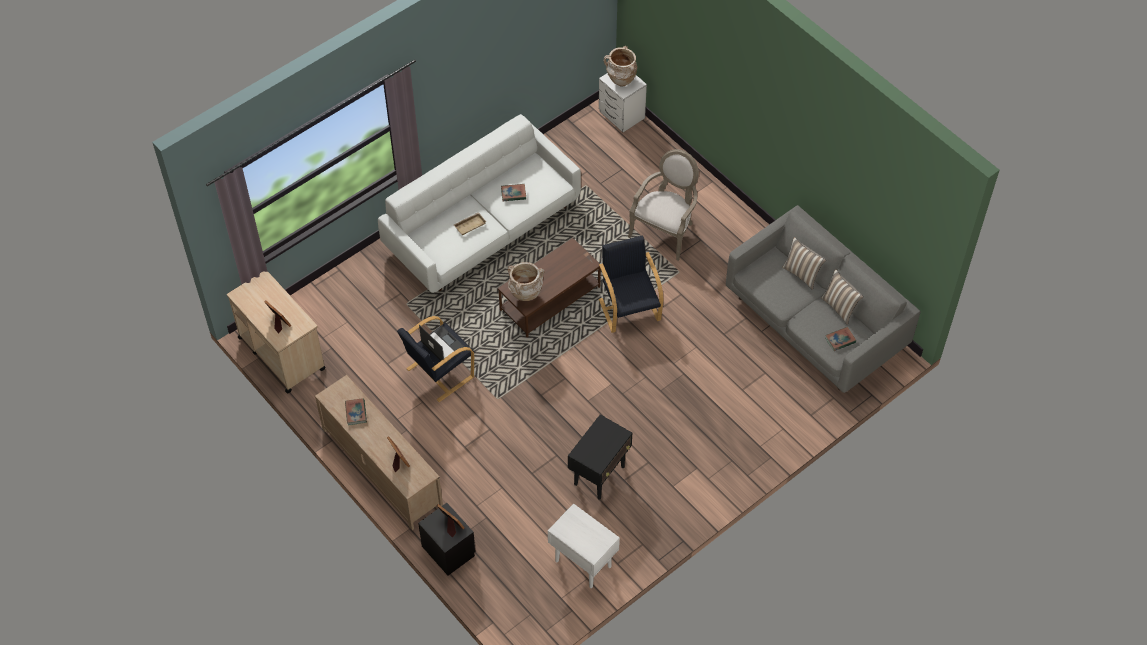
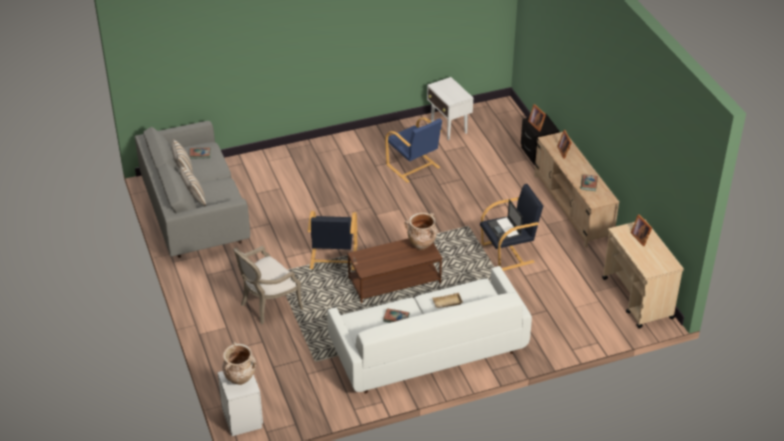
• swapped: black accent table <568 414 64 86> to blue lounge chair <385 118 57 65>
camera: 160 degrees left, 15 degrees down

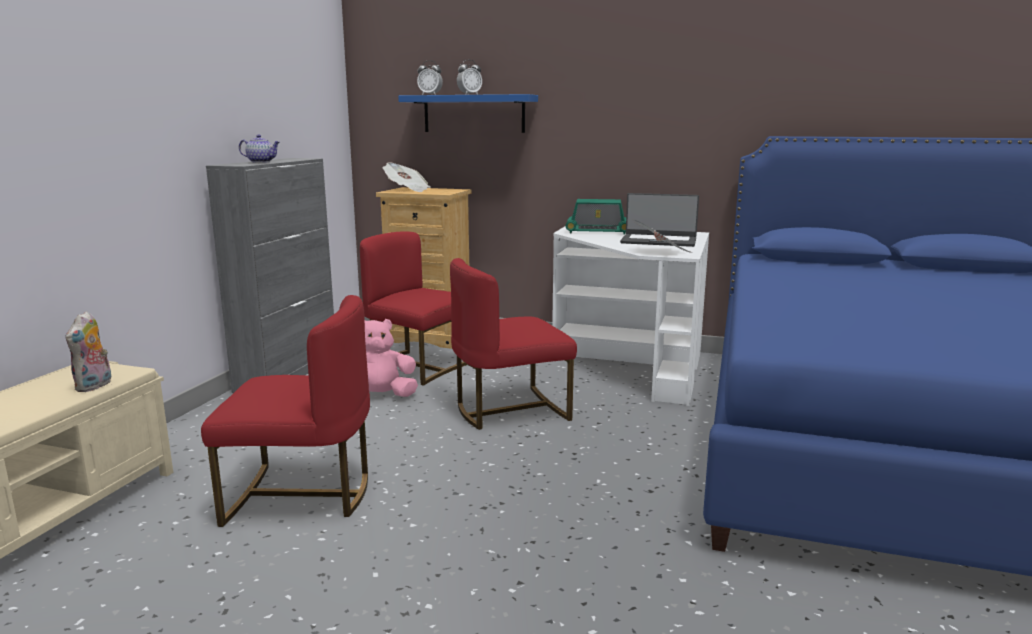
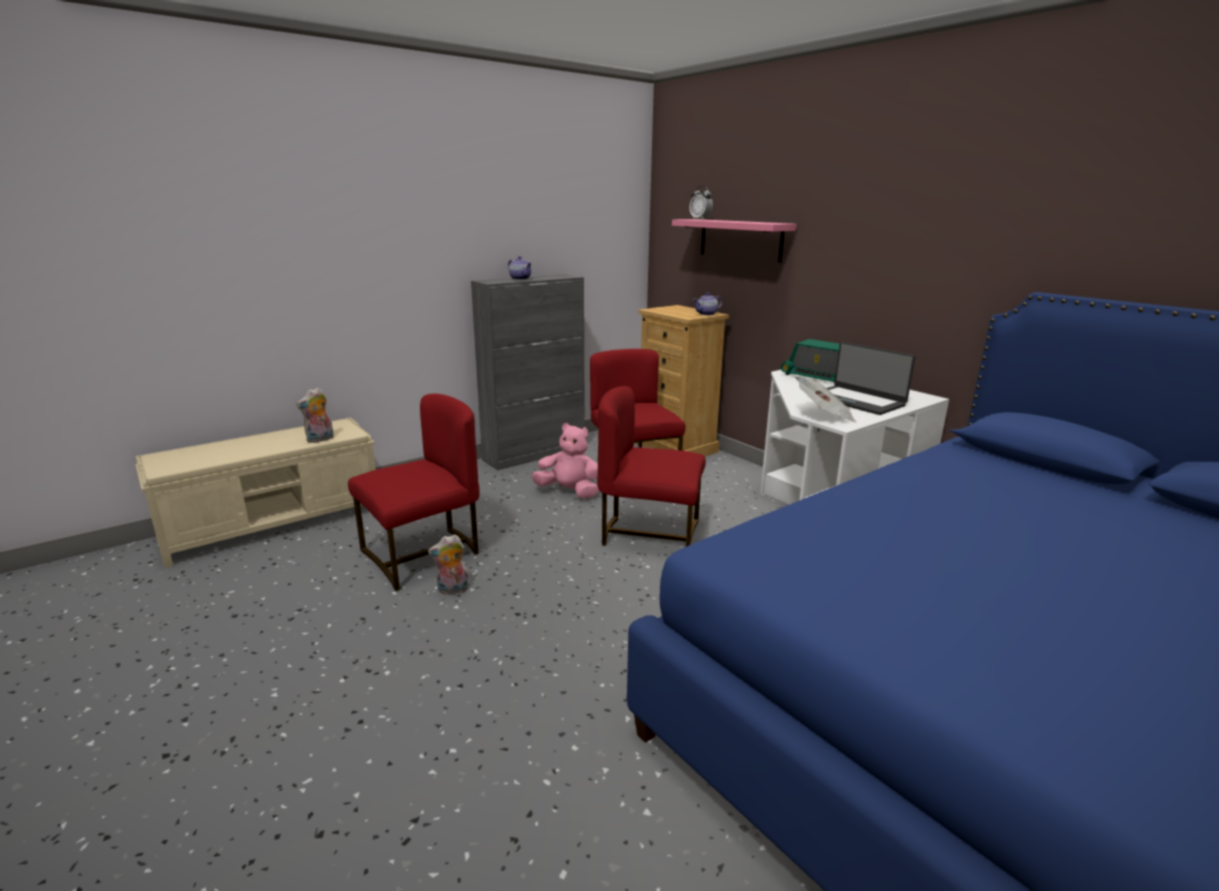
• rotated: red-coloured upright chair <201 295 169 232> = <348 394 132 197> 75 degrees counterclockwise
• gone: printed paper <383 162 48 30>
• repainted: blue shelf <398 94 140 39> to pink-coloured shelf <672 219 125 44>
• gone: bedside clock <457 60 25 35>
• new: plush toy <428 534 42 61>
• new: teapot <693 293 29 23>
camera: 35 degrees right, 5 degrees up

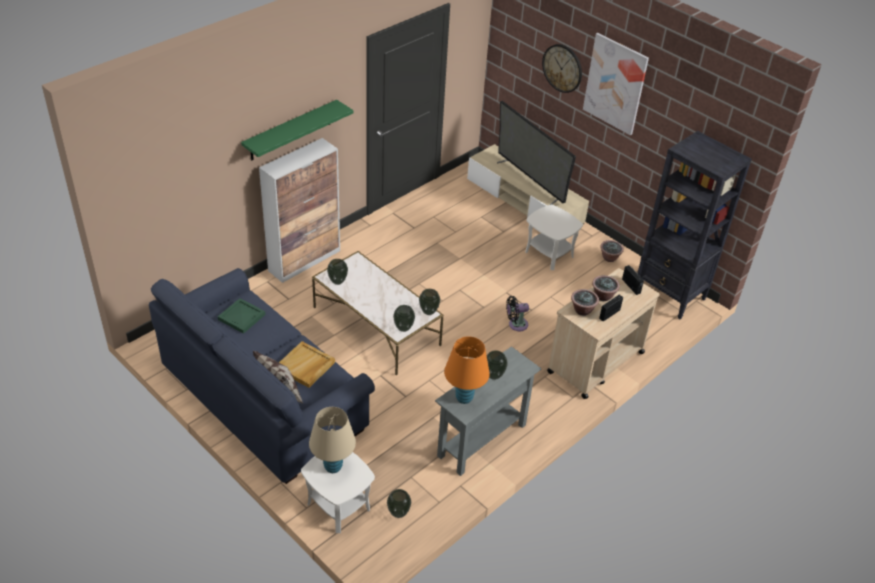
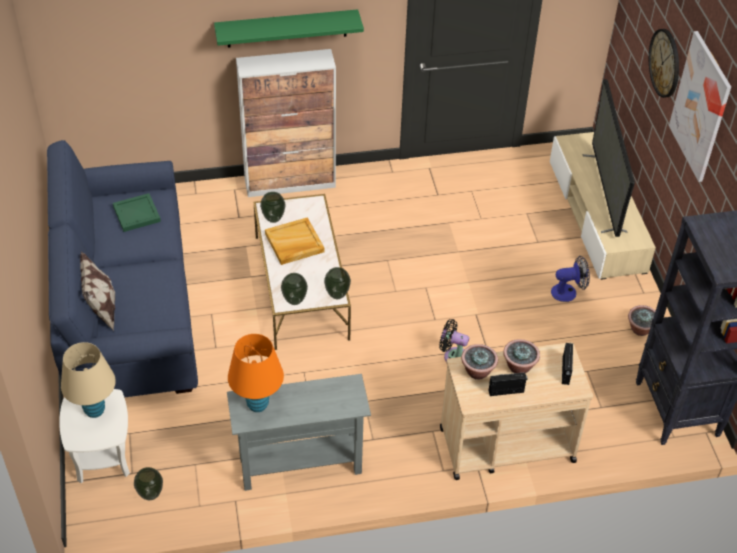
• shifted: sand-coloured carrying tray <279 341 56 47> to <265 217 60 48>
• gone: flower vase <487 350 21 30>
• swapped: white-coloured accent table <525 205 58 65> to cooling fan <551 256 39 46>
camera: 35 degrees right, 5 degrees up

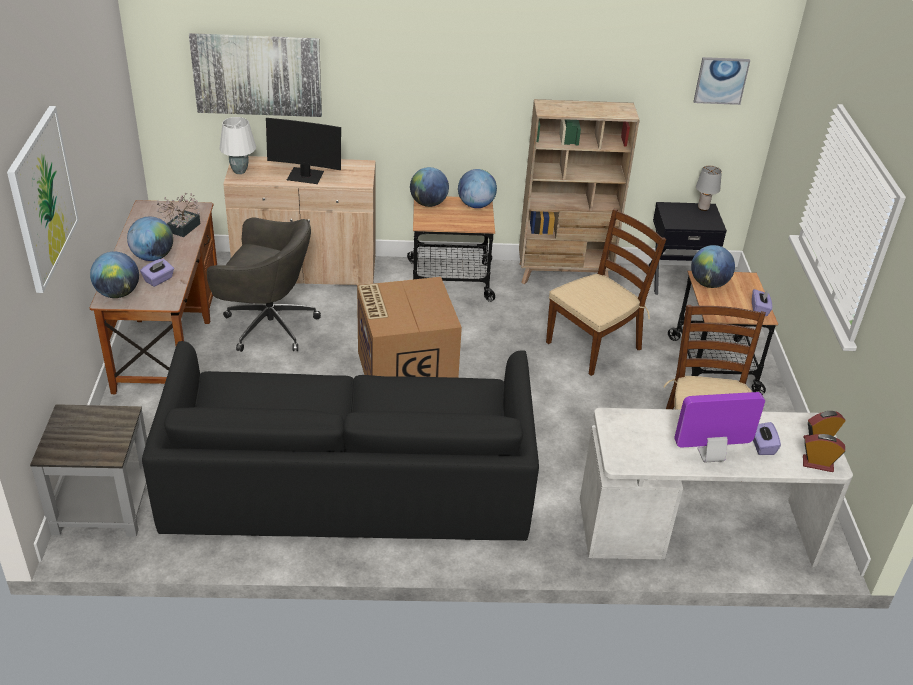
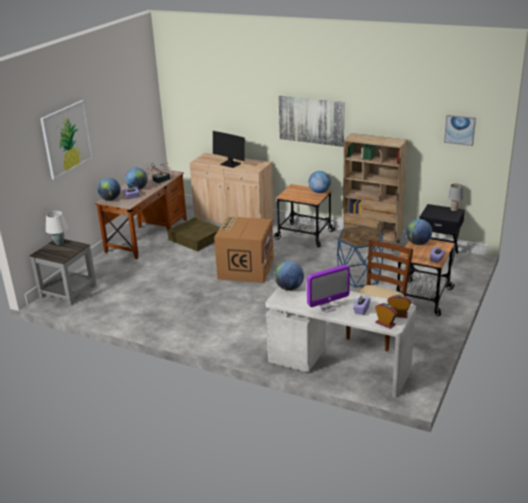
• gone: black settee <142 341 397 200>
• shifted: wall art <189 33 133 84> to <279 96 66 51>
• swapped: gray office chair <207 218 114 134> to brown-coloured storage container <167 218 53 34>
• shifted: white-coloured tabletop lamp <219 117 37 57> to <46 211 22 34>
• shifted: world globe <410 167 39 40> to <275 261 29 29>
• swapped: brown-coloured upright chair <546 209 120 167> to blue accent table <337 226 46 62>
• rotated: computer screen <674 392 91 70> = <307 265 43 48> 135 degrees clockwise
camera: 30 degrees right, 10 degrees down

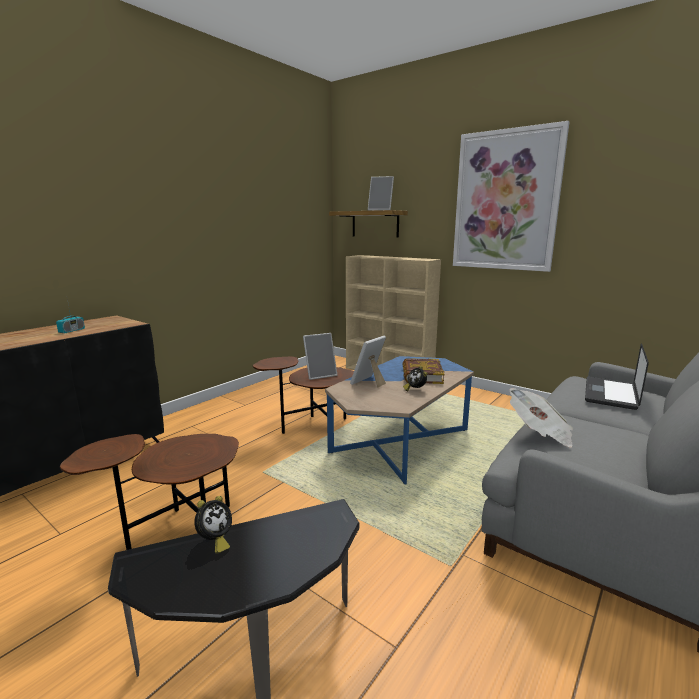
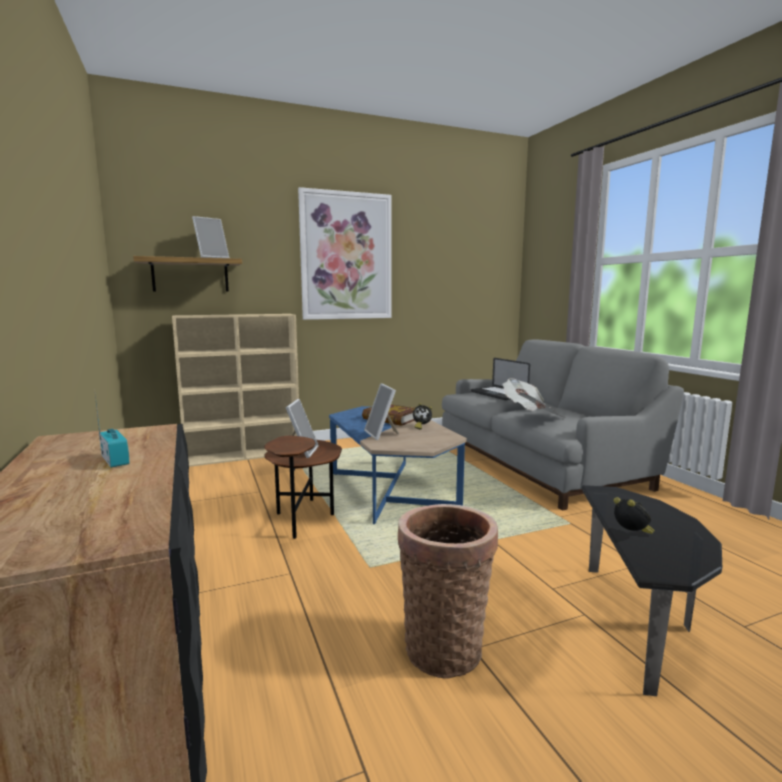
• swapped: brown-coloured accent table <60 434 179 116> to storage basket <398 504 100 175>
• new: printed paper <502 378 44 33>
camera: 60 degrees left, 5 degrees down

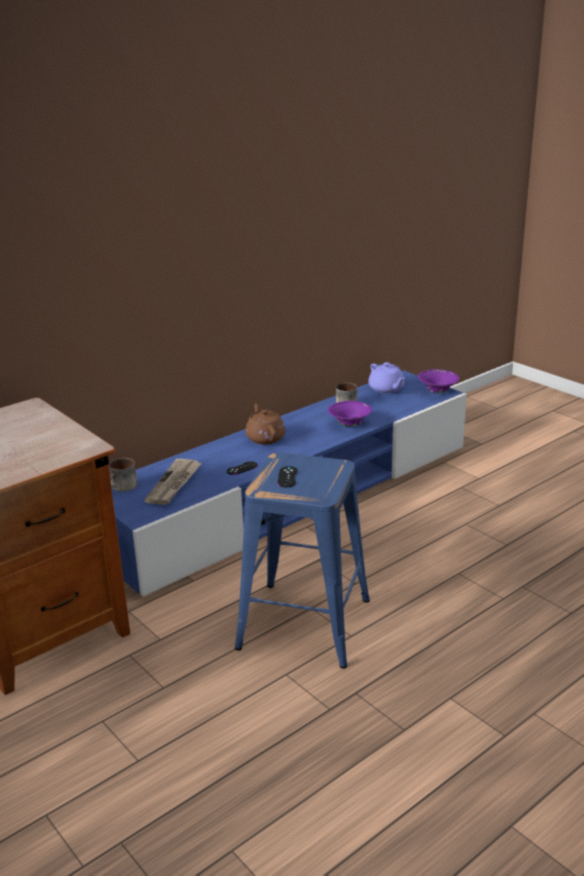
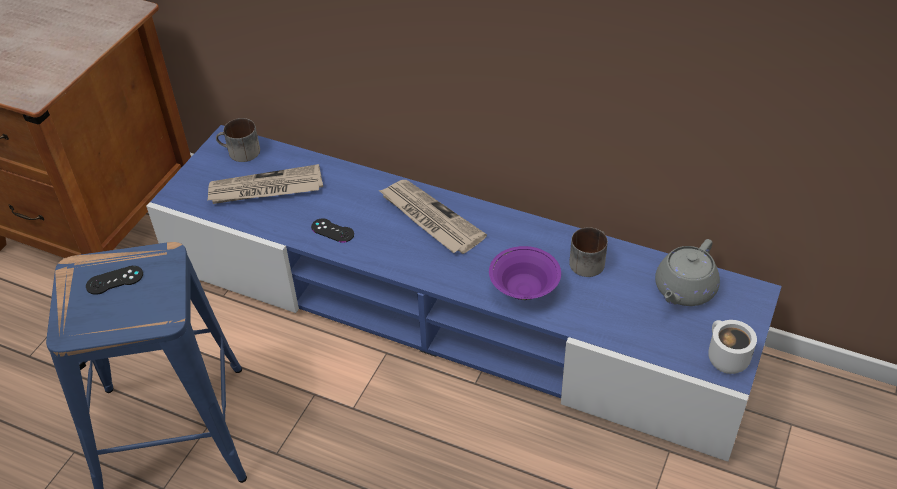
• swapped: brown-coloured teapot <246 404 39 41> to printed paper <379 180 108 74>
• repainted: purple teapot <368 362 37 32> to gray teapot <655 239 65 67>
• swapped: purple bowl <418 369 41 24> to white-coloured mug <708 320 49 54>
camera: 65 degrees right, 20 degrees up

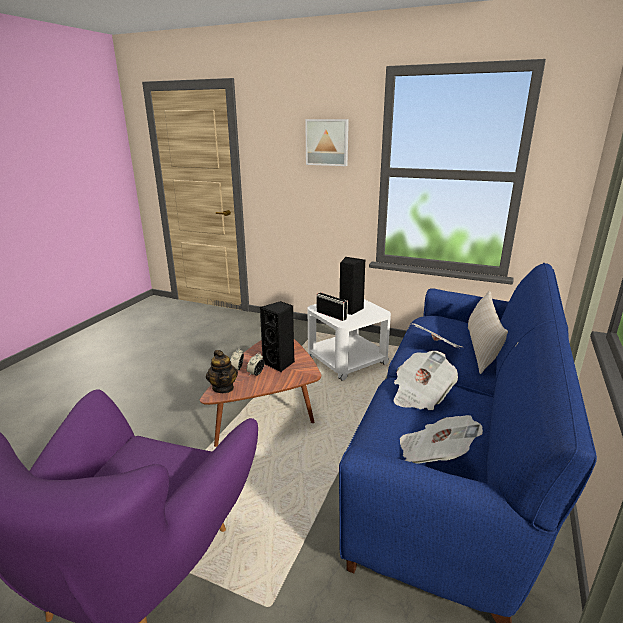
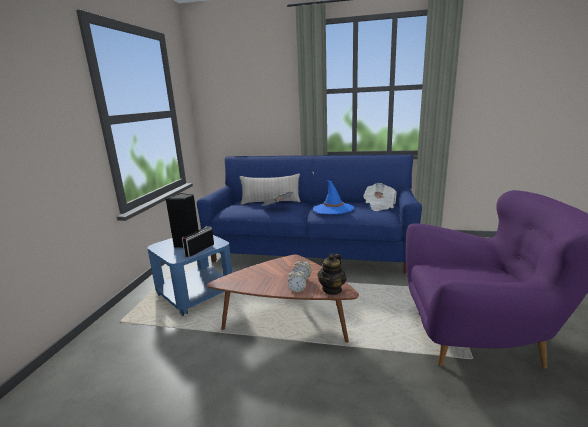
• rotated: teapot <206 350 32 43> = <318 254 28 41> 150 degrees clockwise
• gone: black loudspeaker <260 301 34 71>
• gone: wall art <305 119 44 47>
• repainted: white-coloured accent table <307 298 84 83> to blue accent table <147 235 85 81>
• swapped: printed paper <393 351 65 59> to blue clothing hat <313 180 41 34>
camera: 100 degrees left, 5 degrees down

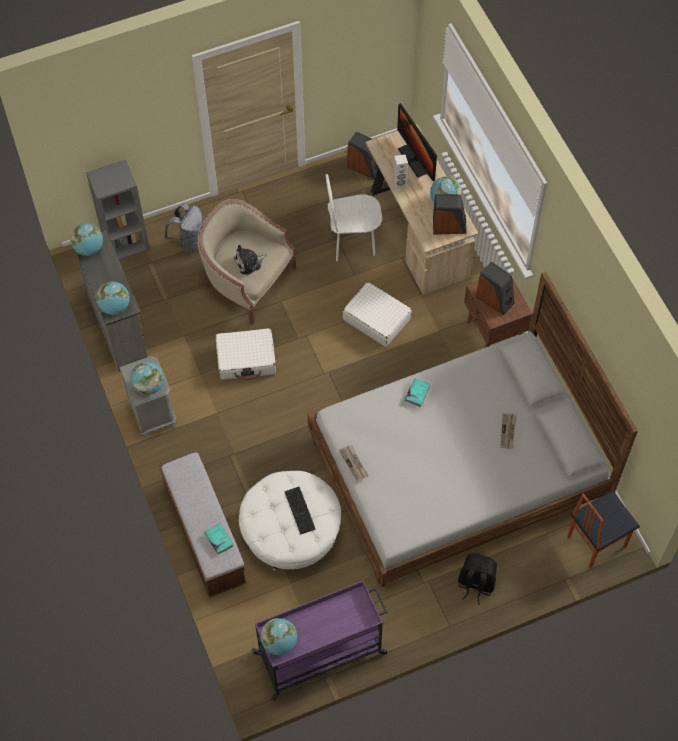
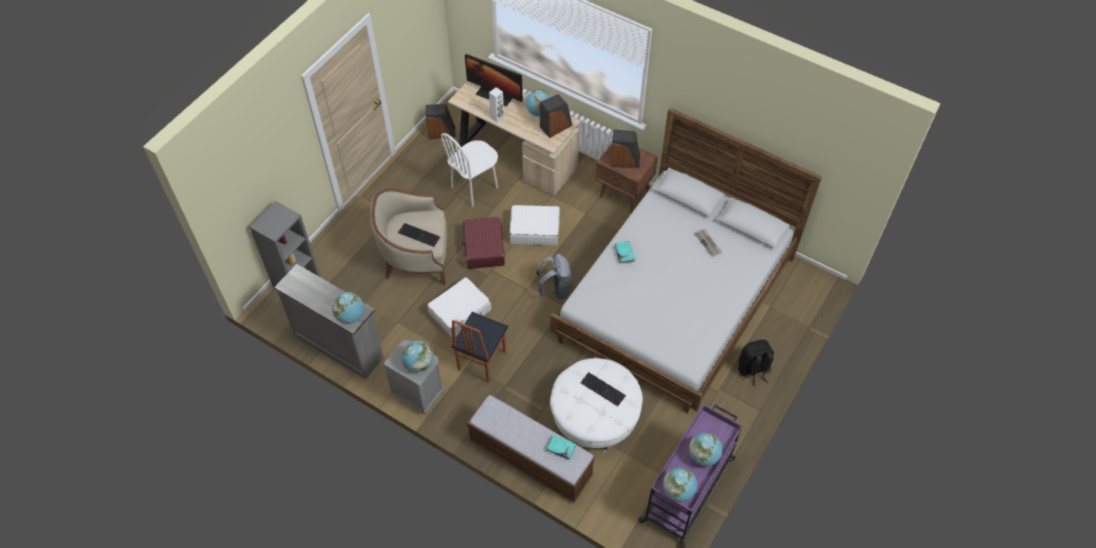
• shifted: world globe <70 223 33 33> to <689 432 34 35>
• shifted: gray rucksack <165 203 39 50> to <536 254 36 45>
• swapped: plush toy <234 245 32 30> to computer keyboard <398 223 42 24>
• gone: printed paper <339 445 29 36>
• shifted: upright chair <567 490 73 78> to <452 312 56 71>
• new: red-coloured travel case <462 217 43 52>
camera: 35 degrees left, 5 degrees down

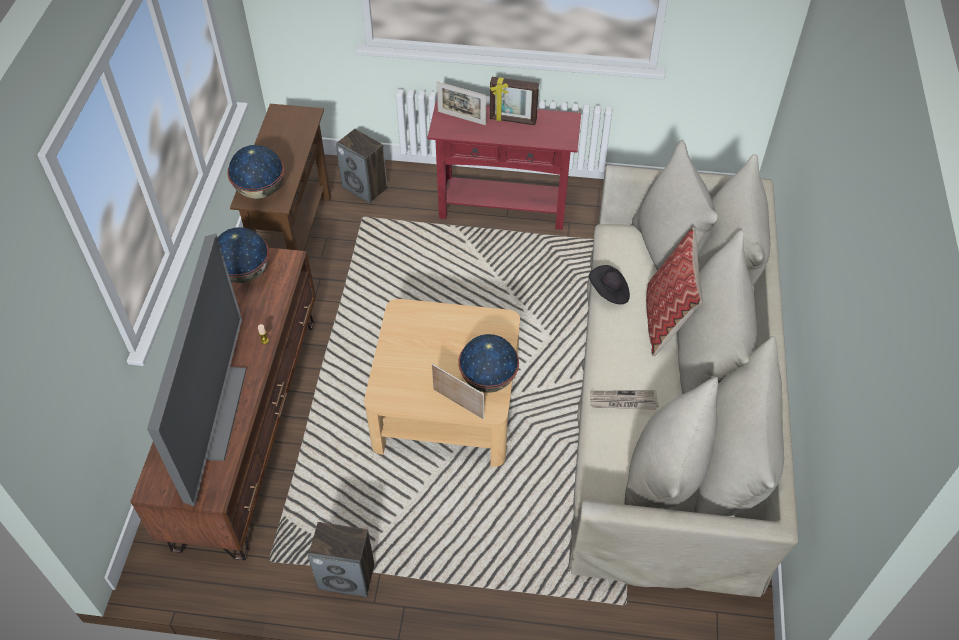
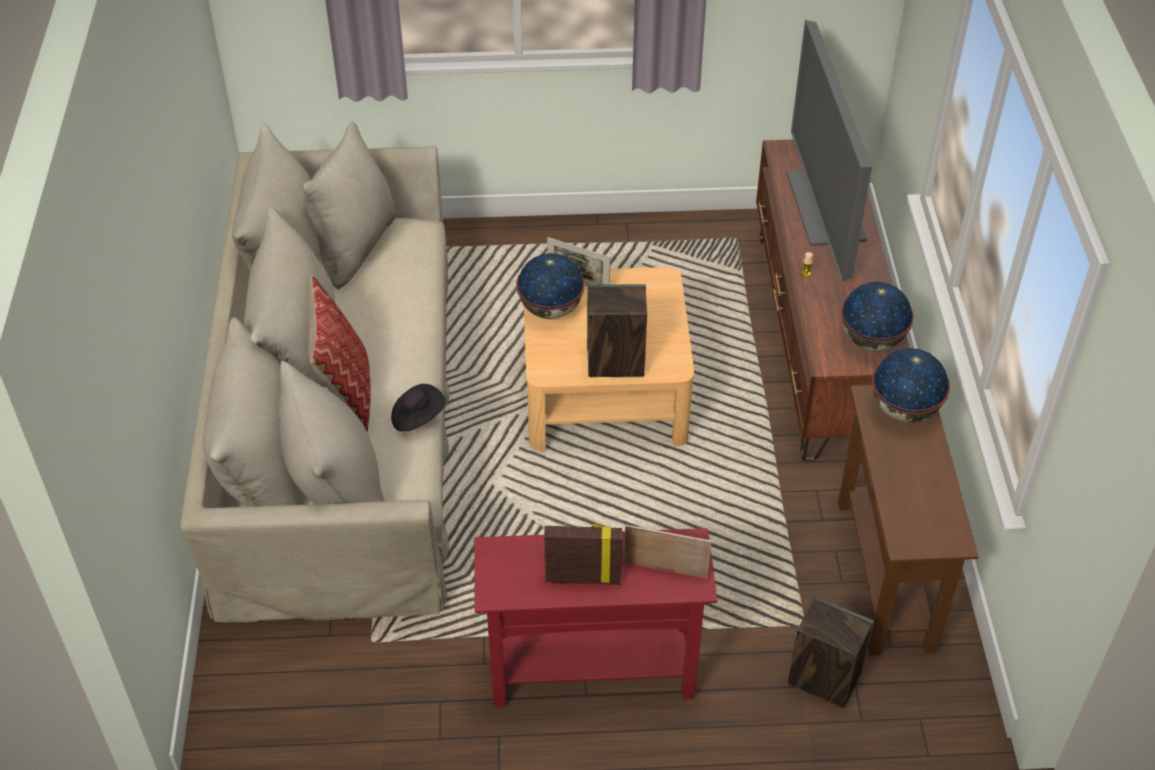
• shifted: loudspeaker <308 522 66 75> to <587 284 60 93>
• gone: printed paper <590 390 69 20>
camera: 170 degrees right, 5 degrees down

